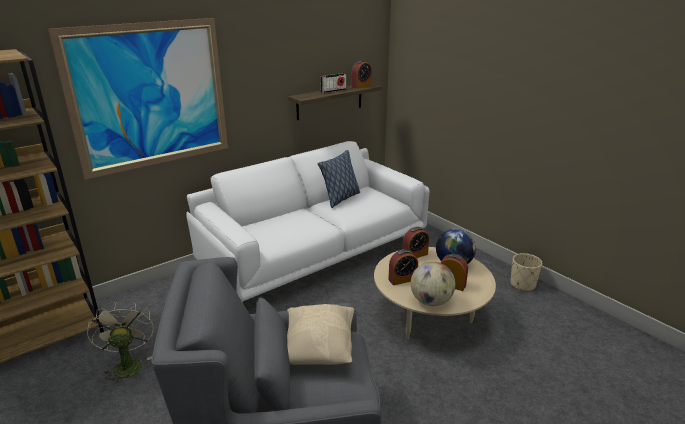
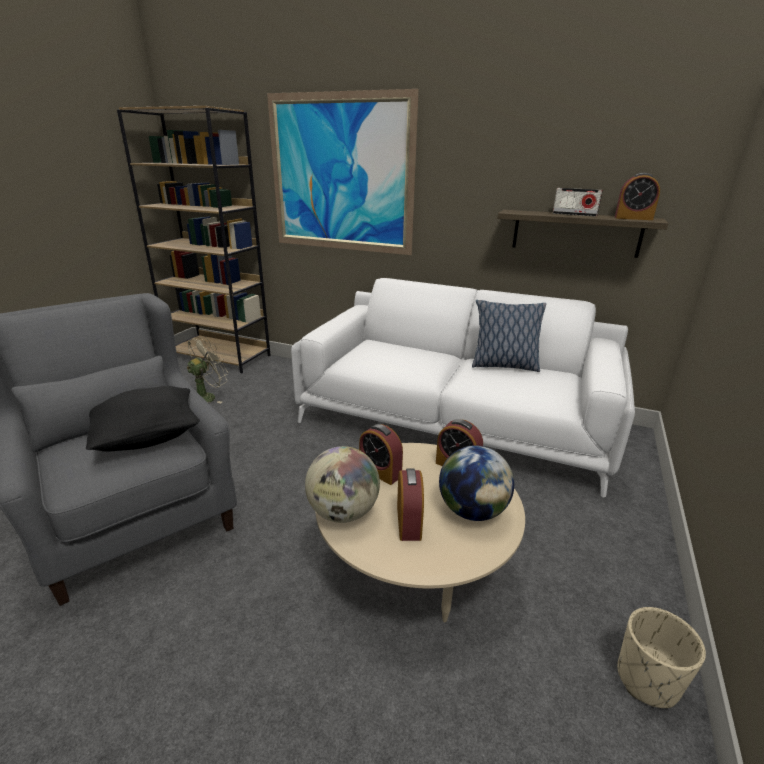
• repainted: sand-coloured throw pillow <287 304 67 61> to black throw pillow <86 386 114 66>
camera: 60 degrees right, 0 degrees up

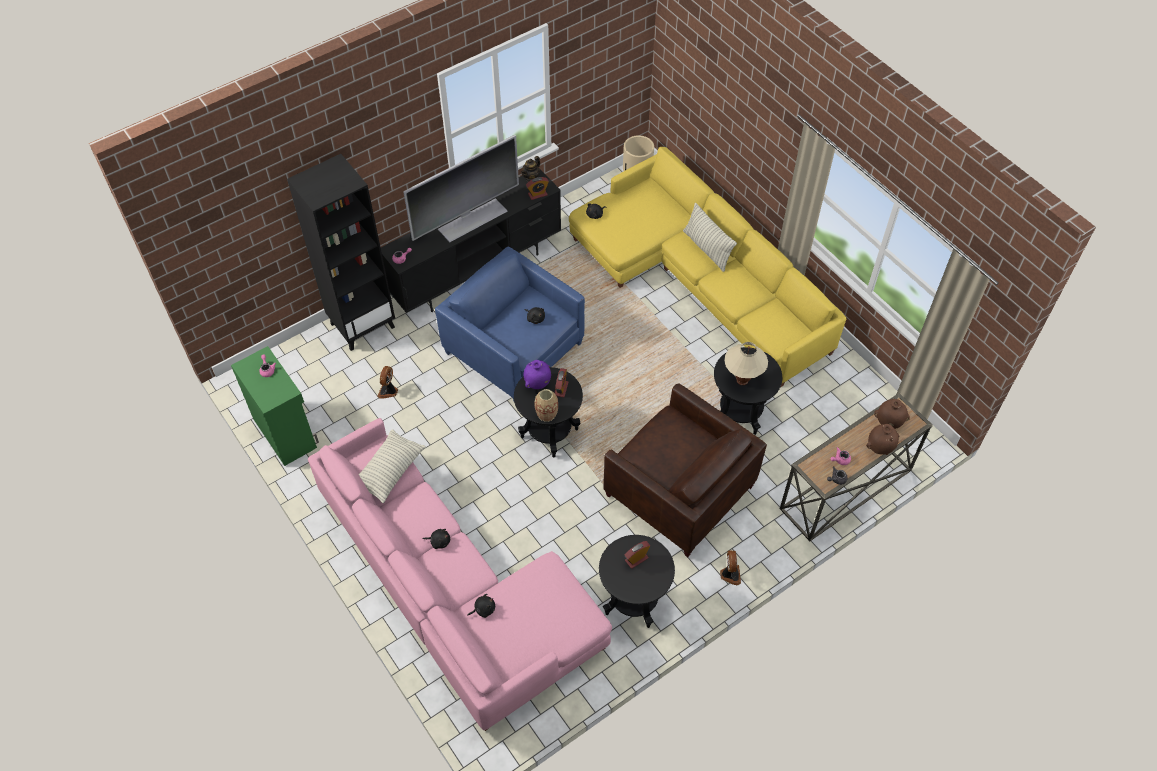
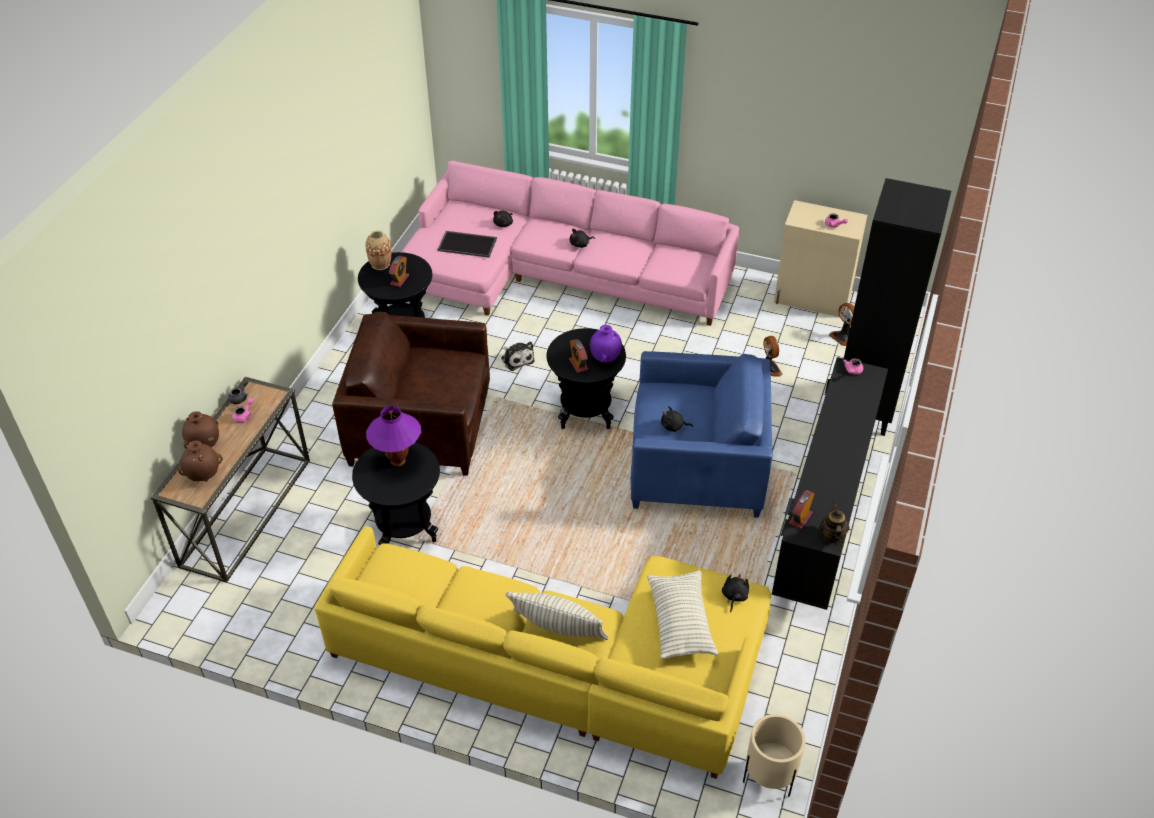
• repainted: green cupboard <231 346 88 120> to sand-coloured cupboard <774 200 93 117>
• shifted: throw pillow <359 430 67 73> to <647 570 71 89>
• gone: television <403 135 116 108>
• shifted: flower vase <534 389 24 33> to <365 230 26 40>
• shifted: cooling fan <720 550 21 35> to <829 303 26 43>
• repainted: sand-coloured tabletop lamp <724 342 44 43> to purple tabletop lamp <366 406 55 61>
• new: carrying tray <438 231 59 27>
• new: plush toy <501 342 33 29>
camera: 145 degrees right, 10 degrees down

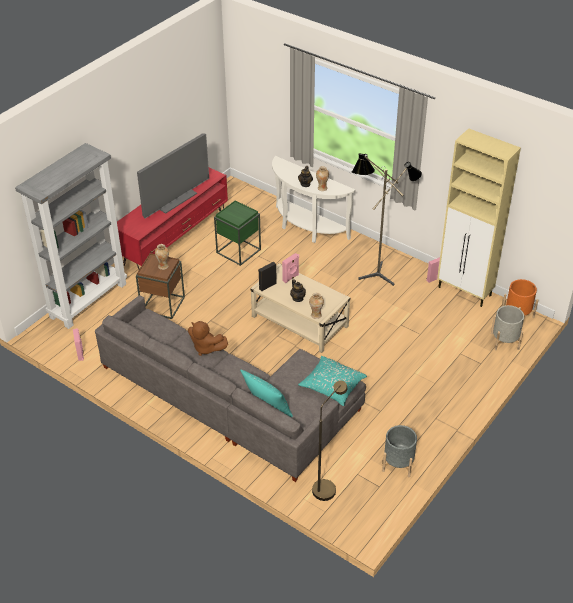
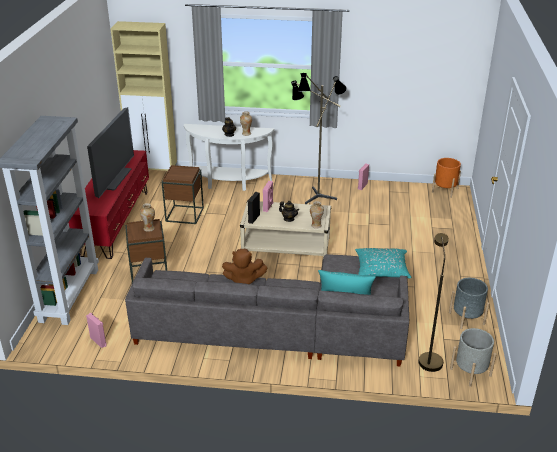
• repainted: green accent table <214 200 47 66> to brown-coloured accent table <162 165 42 59>
• shifted: sand-coloured cupboard <437 128 84 179> to <110 21 67 150>
• shifted: gray planter <491 305 33 45> to <450 328 46 59>
camera: 30 degrees left, 10 degrees down

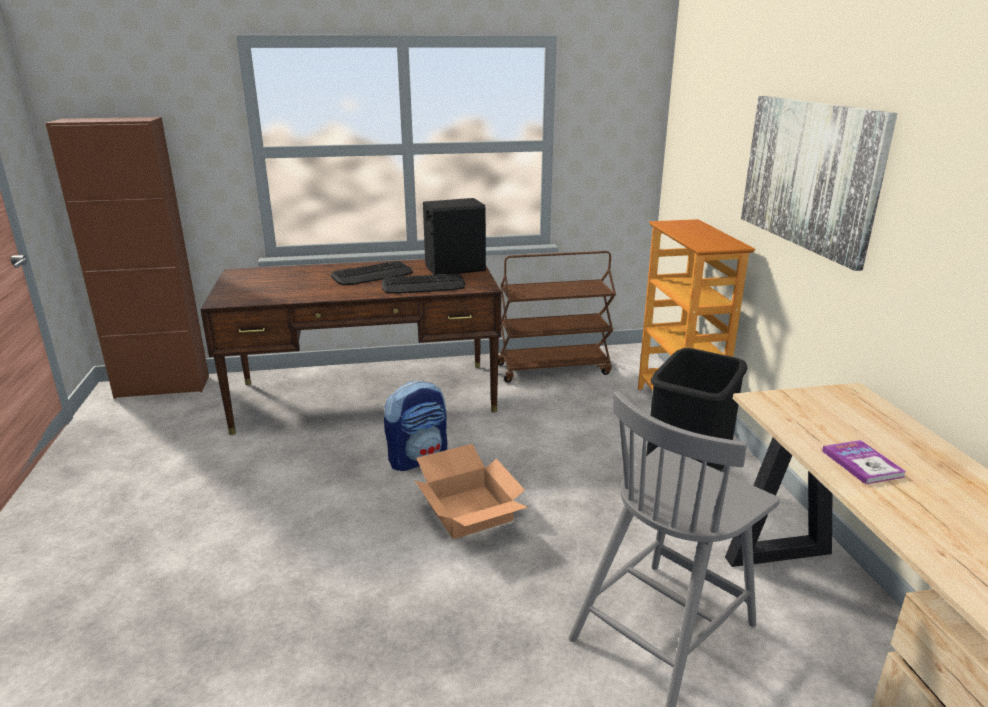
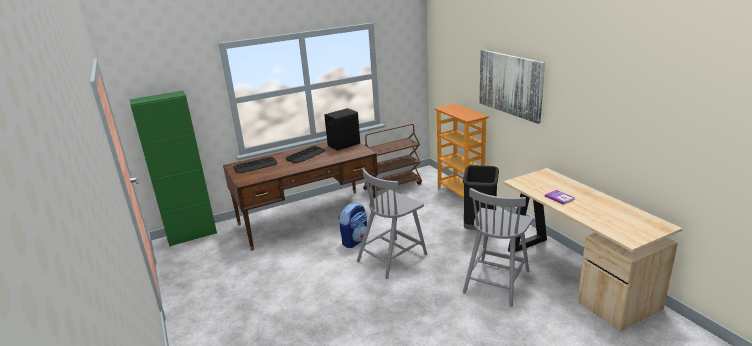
• repainted: brown-coloured cupboard <46 117 163 282> to green cupboard <129 91 88 156>
• shifted: computer keyboard <382 273 84 21> to <233 157 44 16>
• swapped: packing box <415 444 113 95> to gray upright chair <357 169 70 110>
camera: 15 degrees left, 0 degrees up

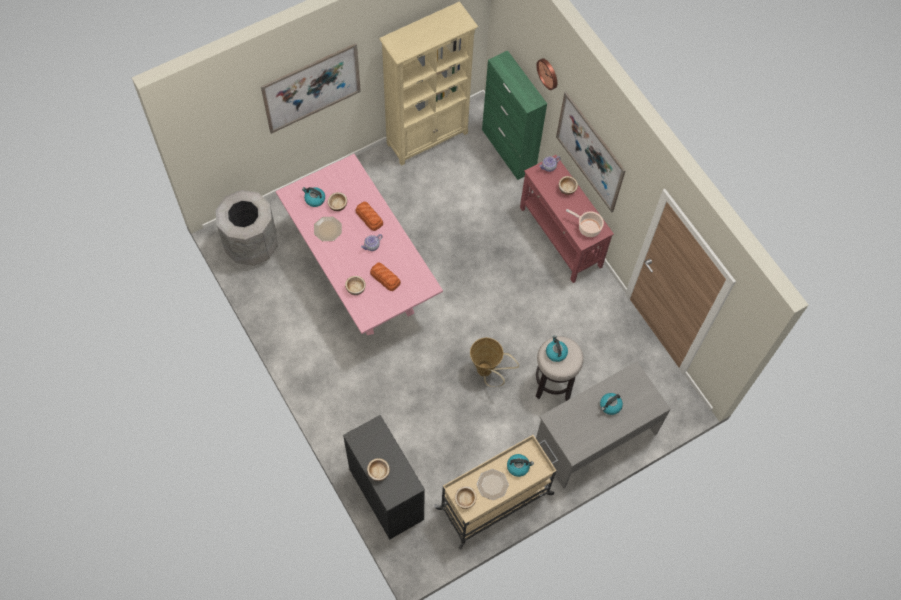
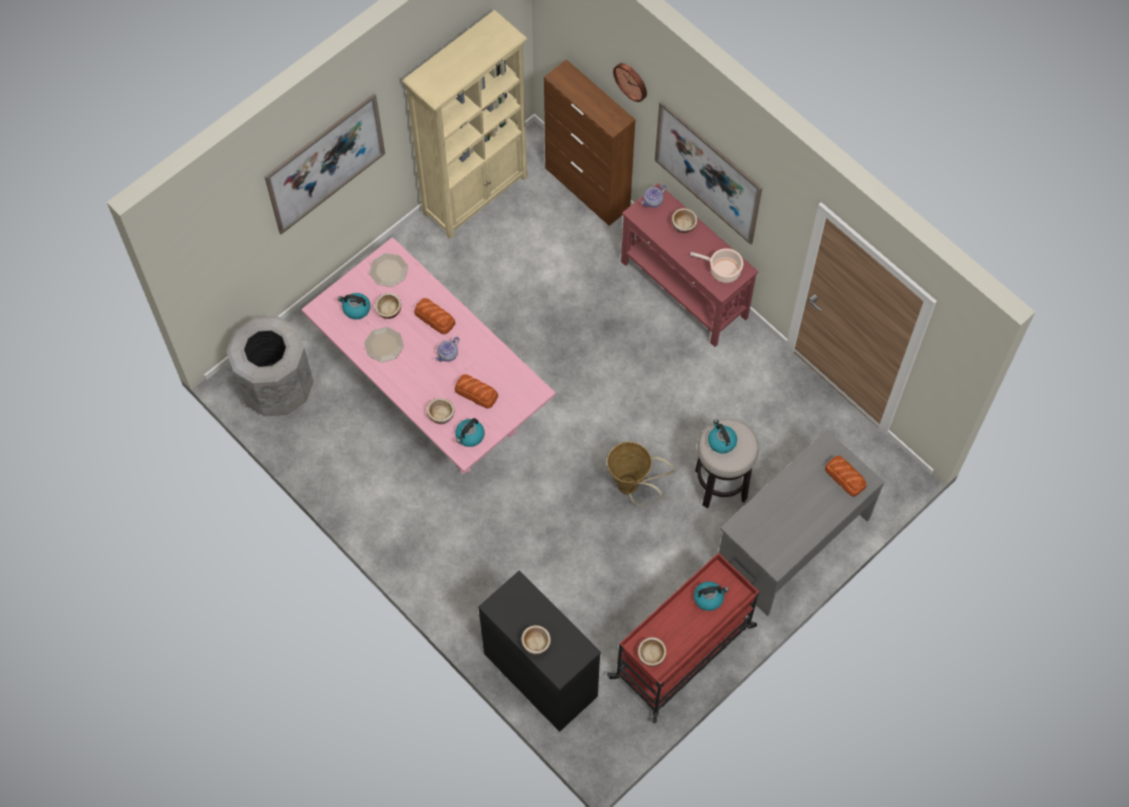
• repainted: sand-coloured trolley <434 435 125 114> to red-coloured trolley <607 553 152 170>
• shifted: dinner plate <477 469 32 31> to <369 253 39 34>
• repainted: green cupboard <482 50 65 130> to brown-coloured cupboard <544 59 91 167>
• shifted: water kettle <600 393 23 22> to <455 418 30 29>
• new: baked bread <825 456 42 41>
camera: 10 degrees left, 0 degrees up

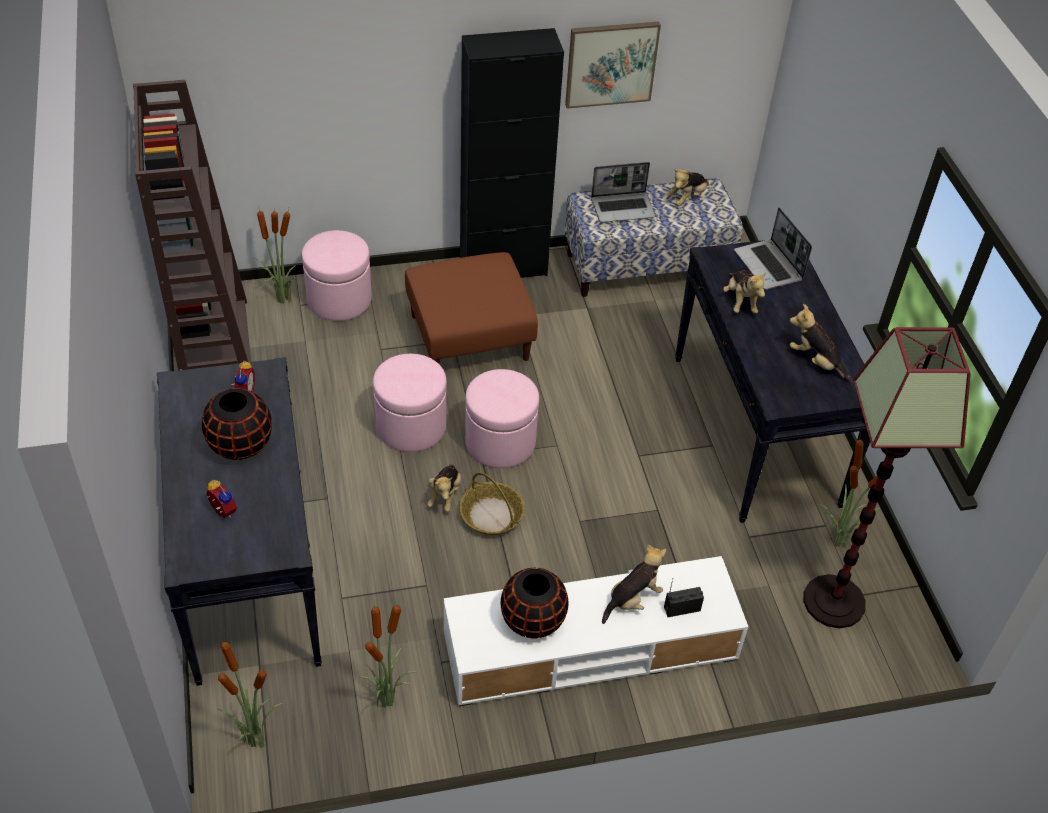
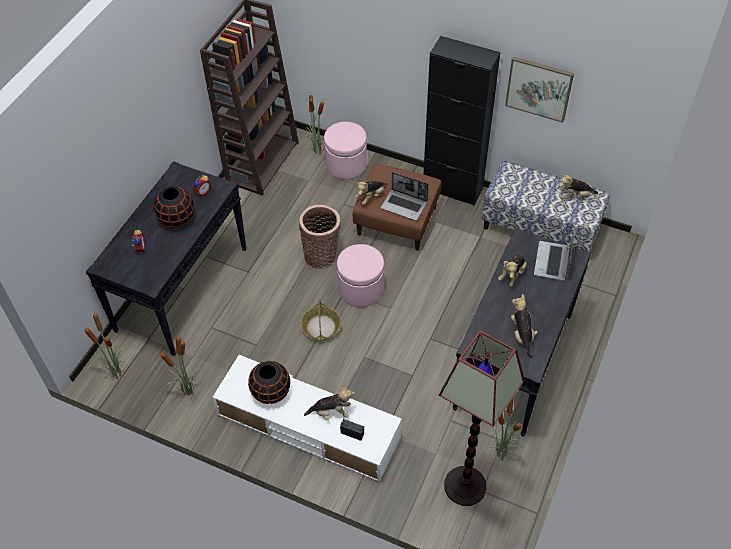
• swapped: pink-coloured footrest <373 354 74 98> to storage basket <299 205 42 64>
• shifted: plush toy <427 464 34 48> to <355 180 32 25>
• shifted: laptop <591 162 64 60> to <381 172 48 49>
camera: 40 degrees right, 5 degrees up

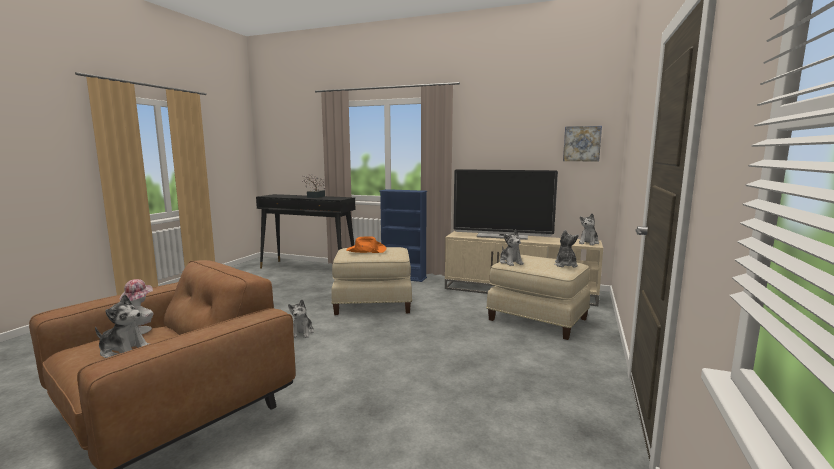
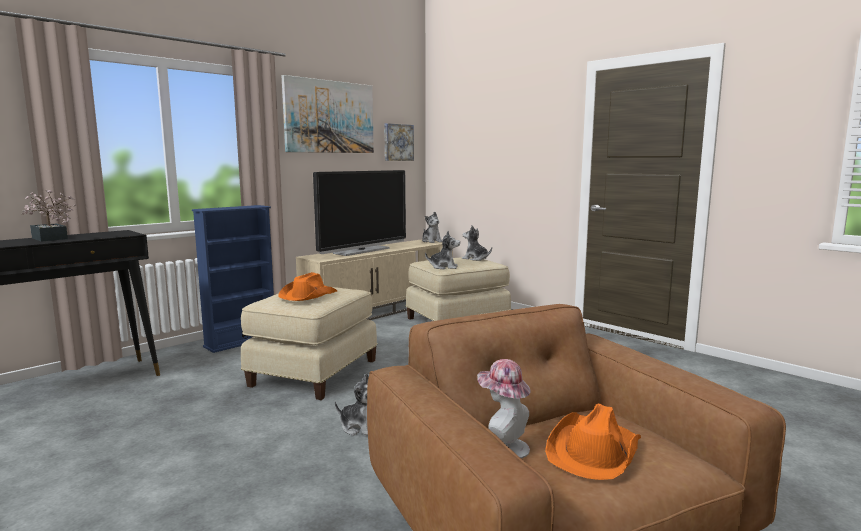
• swapped: plush toy <95 294 55 64> to orangey clothing hat <545 404 96 76>
• new: wall art <282 75 92 78>
camera: 65 degrees left, 0 degrees up

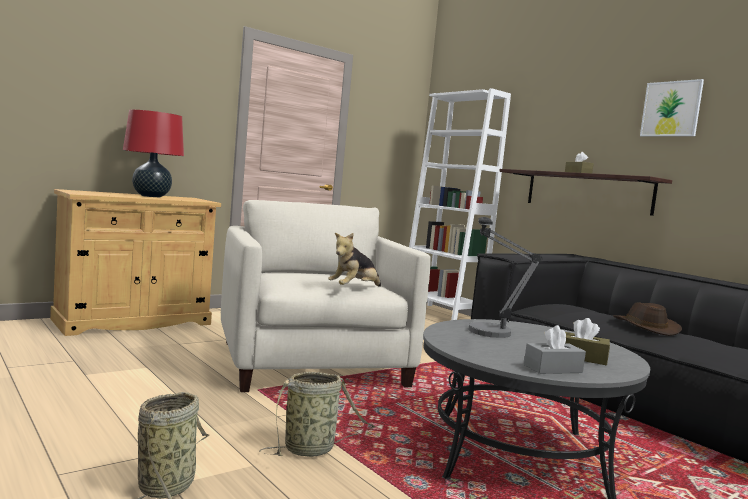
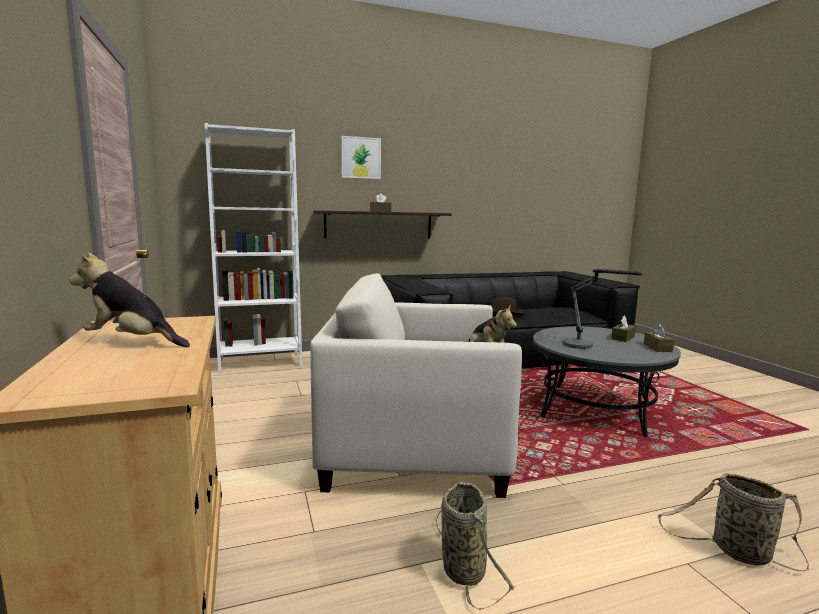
• swapped: red-coloured tabletop lamp <123 110 61 87> to plush toy <69 252 121 95>
• shifted: storage basket <260 372 115 85> to <436 482 79 128>
• repainted: gray tissue box <524 325 62 49> to brown-coloured tissue box <644 323 30 29>
• shifted: wall art <640 79 64 58> to <341 136 40 43>
camera: 70 degrees left, 5 degrees up

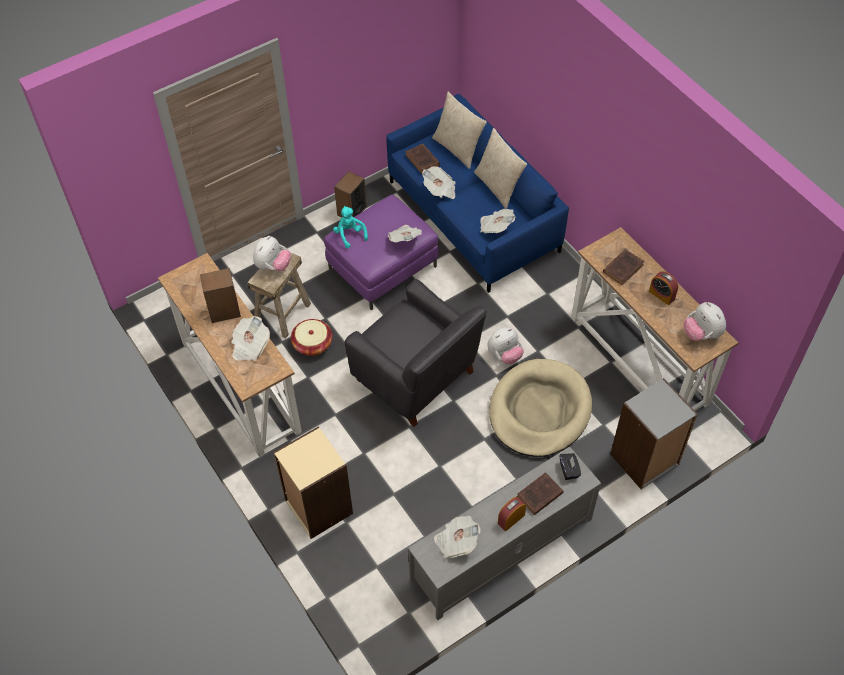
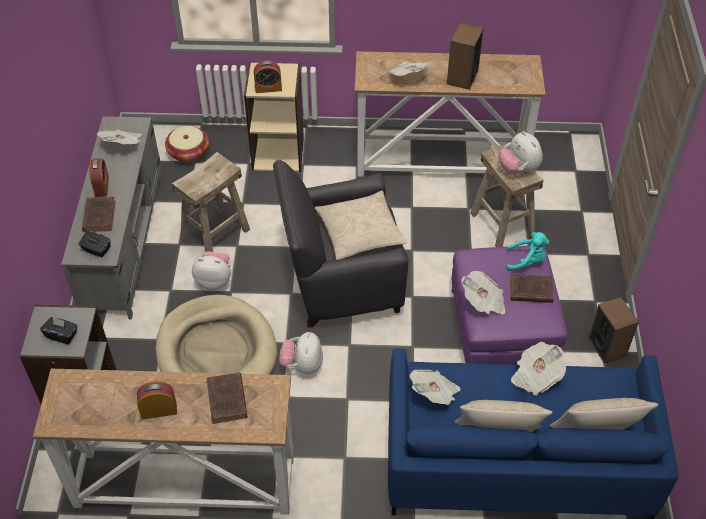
• shifted: storage basket <291 319 42 37> to <165 126 44 37>
• shifted: brown-coloured volume <405 143 35 31> to <510 274 44 29>
• shifted: plush toy <684 302 42 39> to <192 251 39 39>
• new: black tissue box <40 317 37 27>
• new: sand-coloured stool seat <172 152 78 100>
• new: bedside clock <254 60 28 33>
• new: sand-coloured throw pillow <315 191 92 69>
camera: 125 degrees right, 5 degrees down

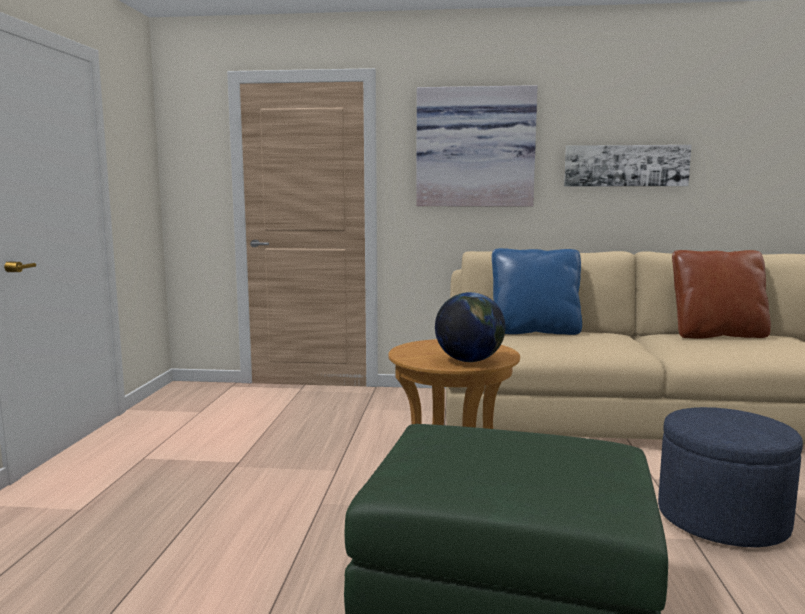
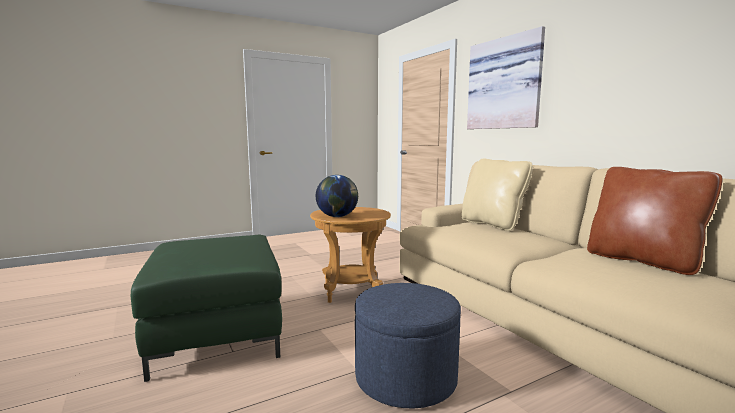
• repainted: blue throw pillow <492 248 90 87> to sand-coloured throw pillow <462 159 71 72>
• gone: wall art <564 145 127 41>
camera: 55 degrees right, 0 degrees up

